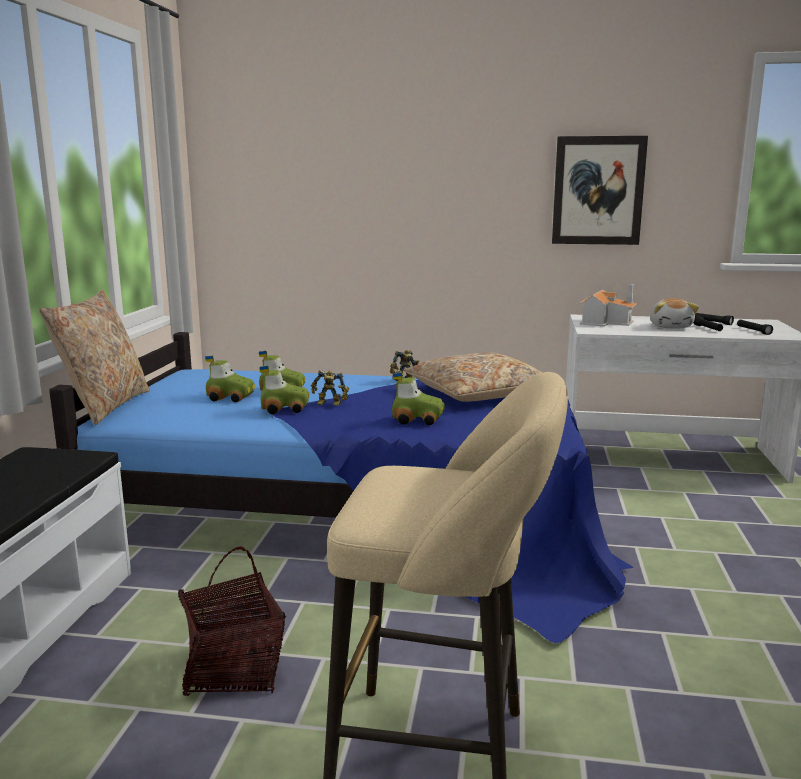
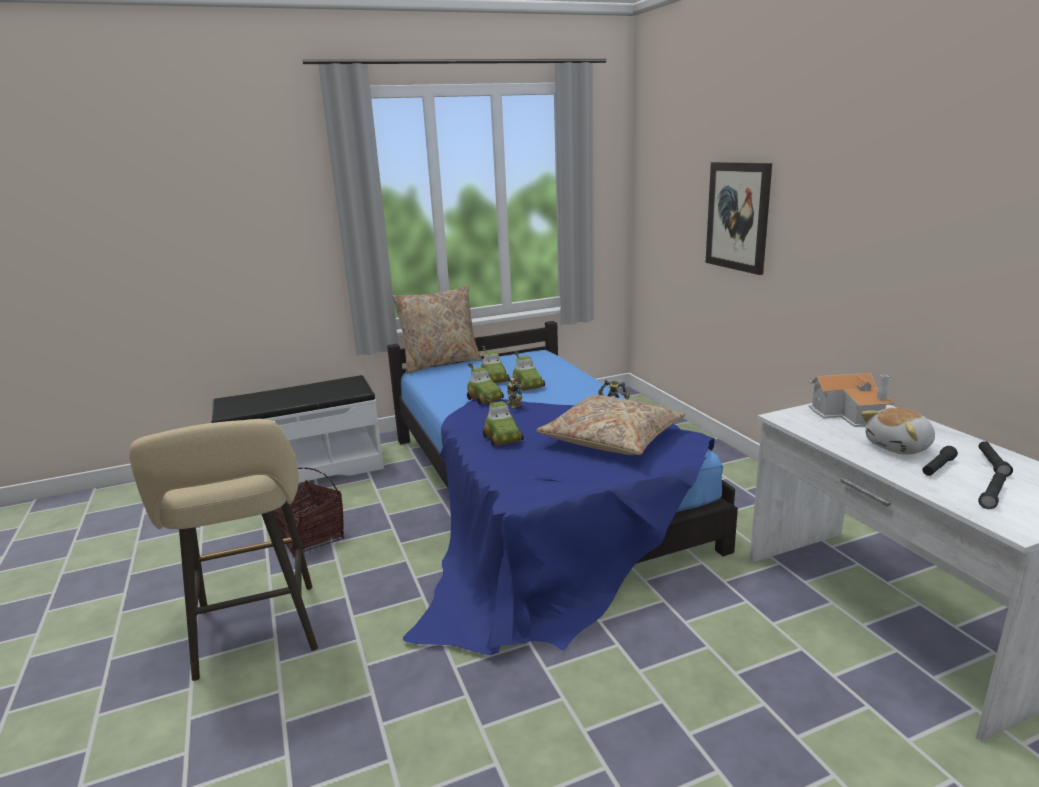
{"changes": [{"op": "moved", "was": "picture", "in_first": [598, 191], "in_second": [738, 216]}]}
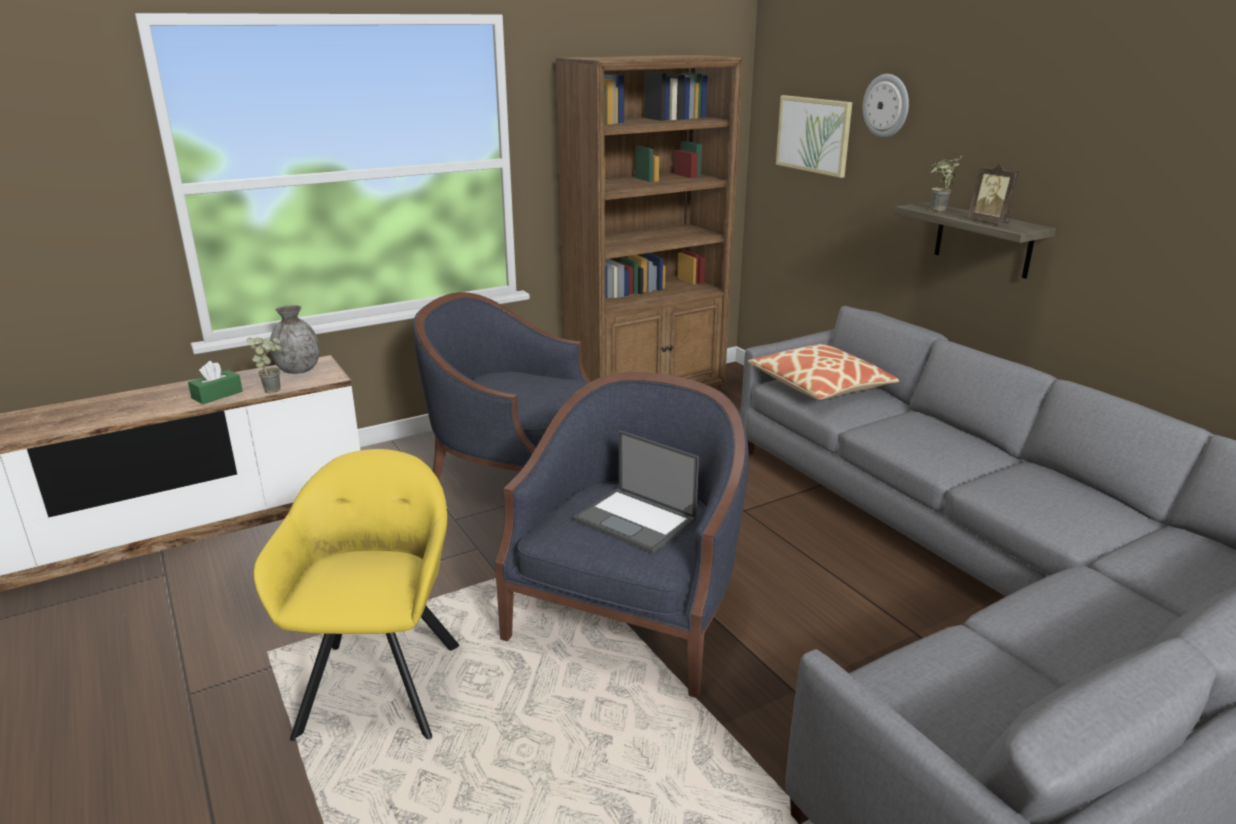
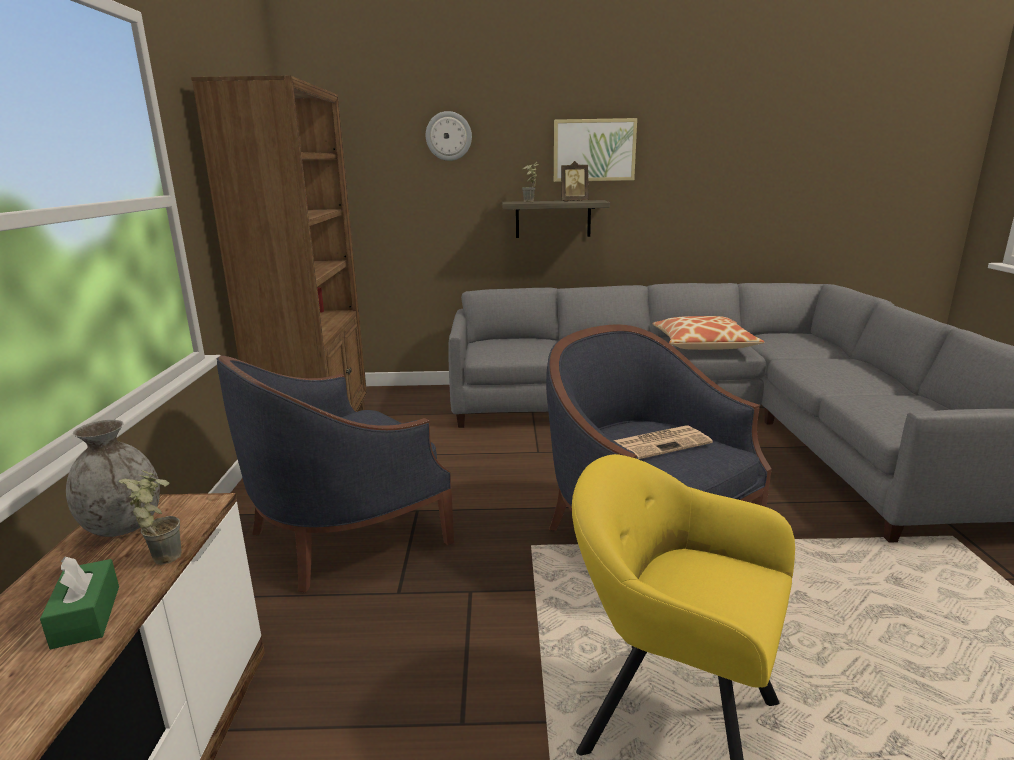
{"changes": [{"op": "moved", "was": "picture", "in_first": [813, 135], "in_second": [594, 150]}, {"op": "replaced", "was": "laptop", "now": "newspaper", "in_first": [637, 520], "in_second": [661, 443]}, {"op": "moved", "was": "pillow", "in_first": [820, 385], "in_second": [703, 345]}]}
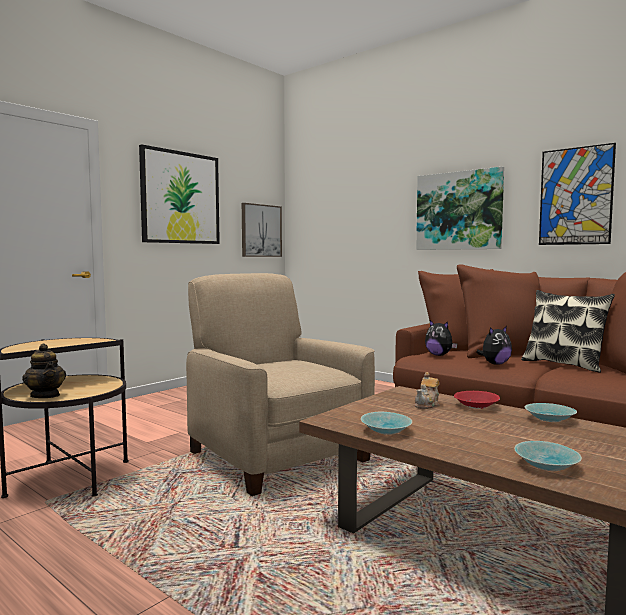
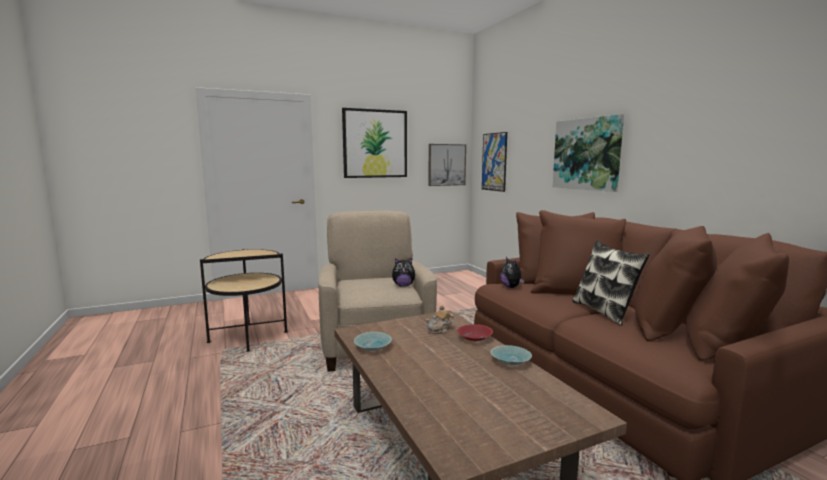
{"changes": [{"op": "moved", "was": "plush toy", "in_first": [495, 364], "in_second": [403, 285]}, {"op": "moved", "was": "picture", "in_first": [575, 196], "in_second": [494, 162]}, {"op": "removed", "was": "teapot", "in_first": [46, 395]}, {"op": "removed", "was": "turquoise bowl", "in_first": [548, 466]}]}
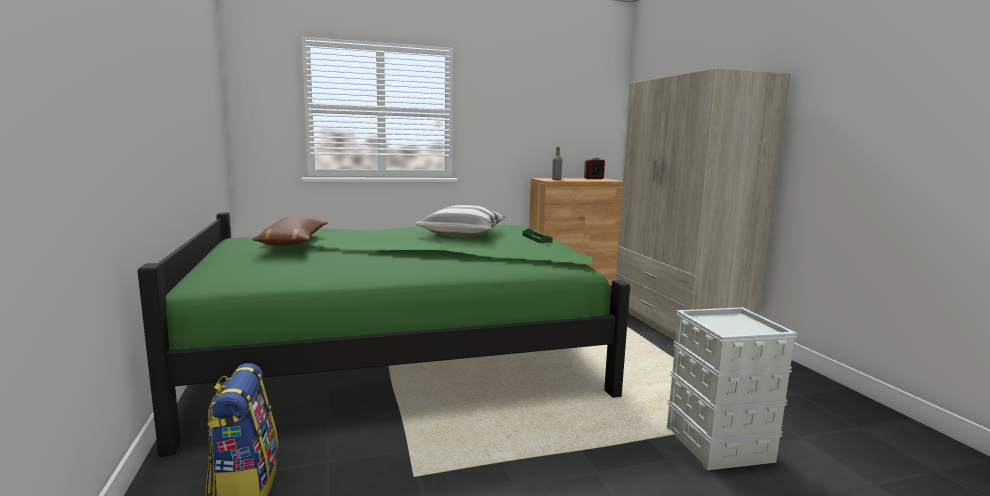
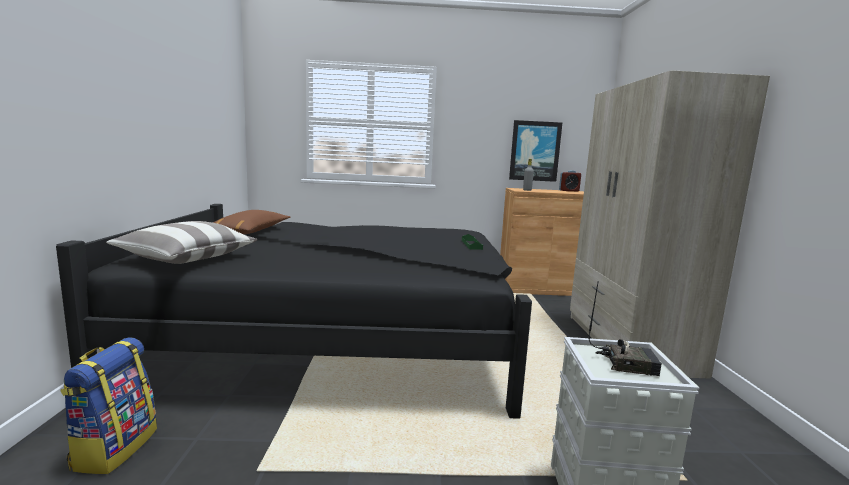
{"changes": [{"op": "recoloured", "was": "green bed", "now": "black bed", "in_first": [407, 351], "in_second": [343, 339]}, {"op": "moved", "was": "pillow", "in_first": [462, 234], "in_second": [186, 258]}, {"op": "added", "now": "picture", "in_second": [534, 151]}, {"op": "added", "now": "radio", "in_second": [627, 364]}]}
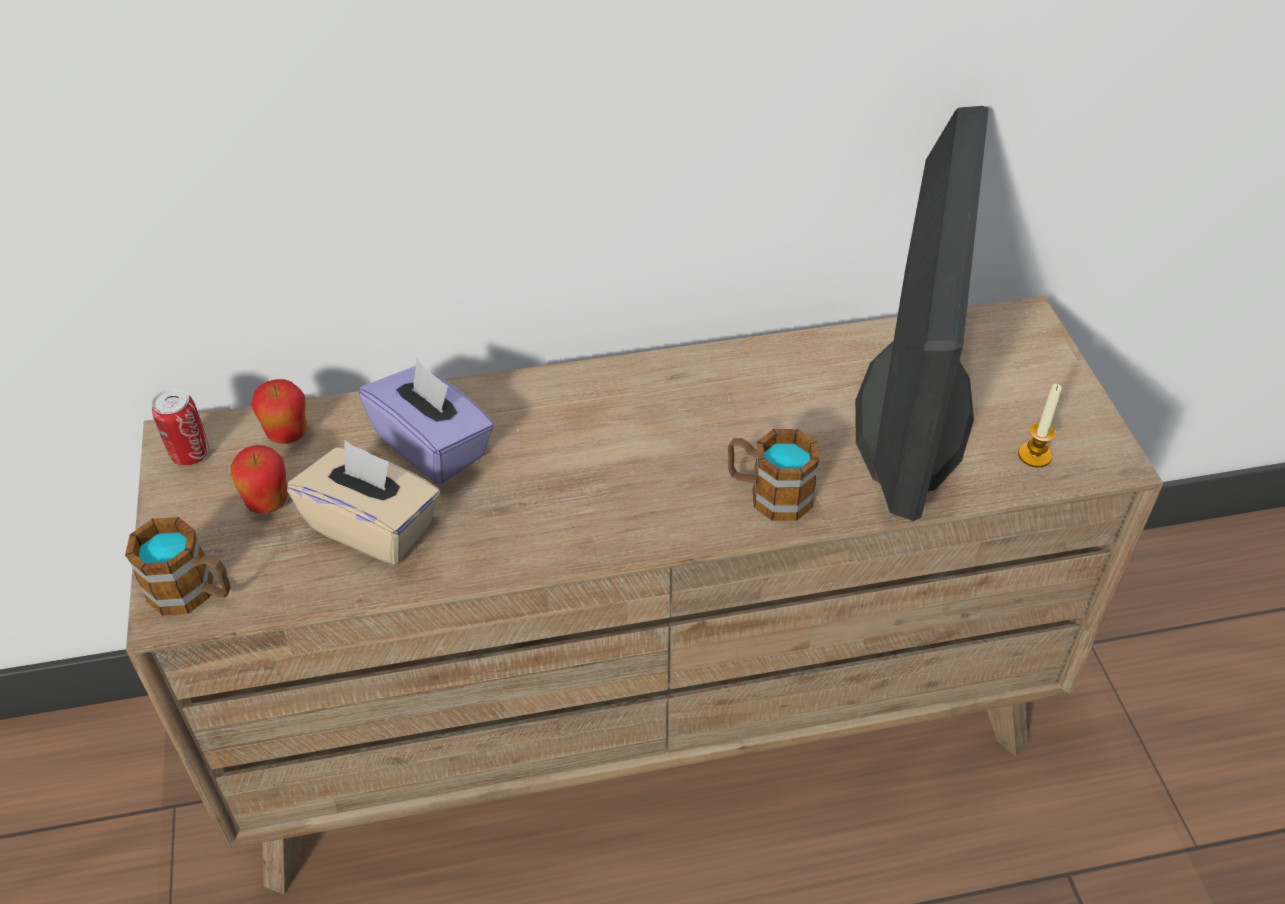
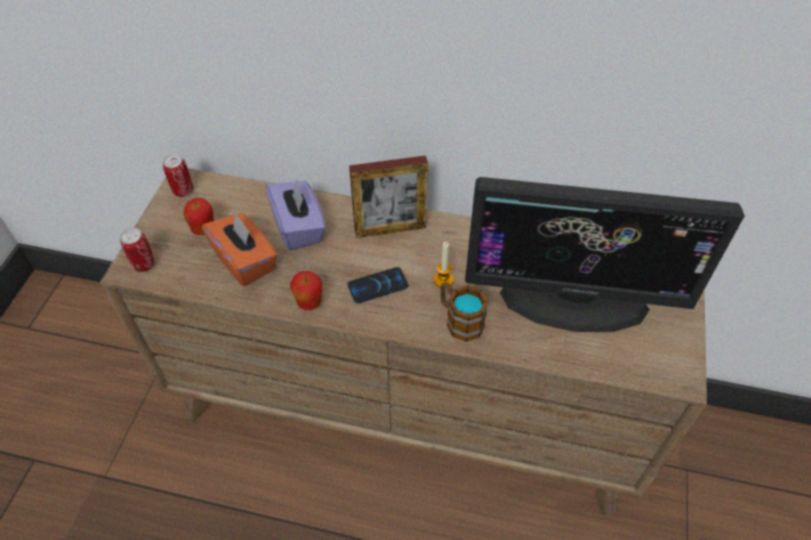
{"changes": [{"op": "replaced", "was": "mug", "now": "can", "in_first": [193, 593], "in_second": [144, 264]}, {"op": "recoloured", "was": "beige tissue box", "now": "orange tissue box", "in_first": [373, 526], "in_second": [245, 261]}, {"op": "moved", "was": "apple", "in_first": [287, 434], "in_second": [309, 302]}, {"op": "added", "now": "phone", "in_second": [378, 286]}, {"op": "added", "now": "picture frame", "in_second": [390, 229]}, {"op": "moved", "was": "candle", "in_first": [1034, 455], "in_second": [443, 280]}, {"op": "turned", "was": "monitor", "in_first": [912, 409], "in_second": [574, 300], "clockwise": 60}]}
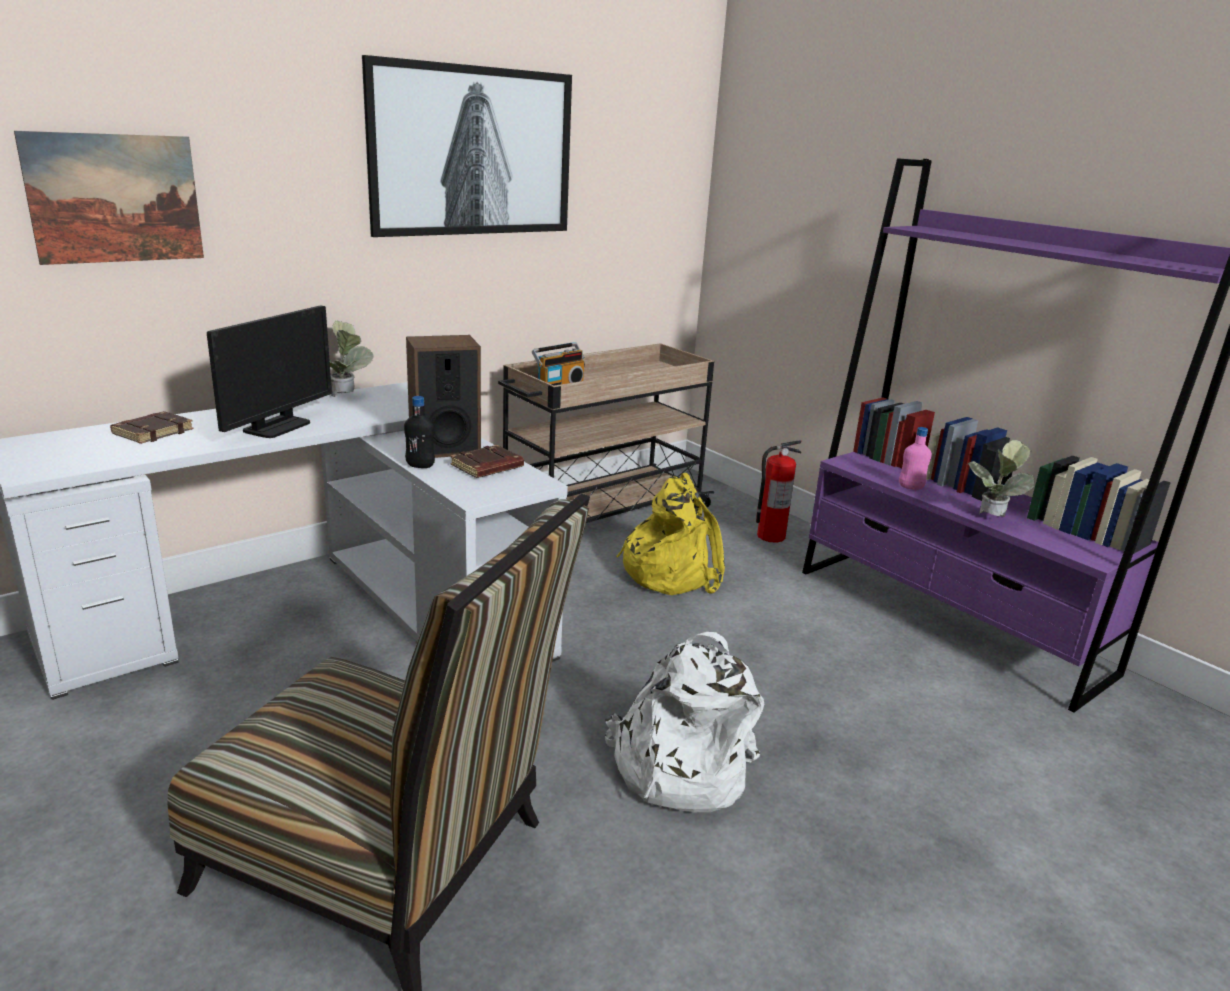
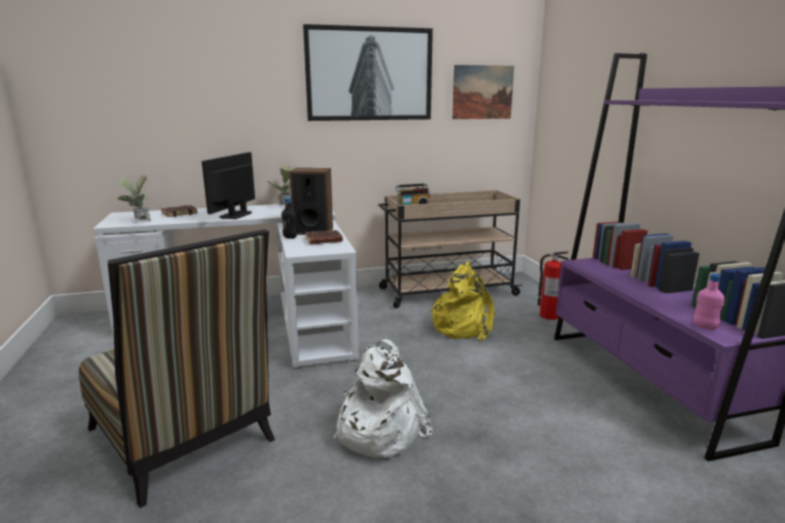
{"changes": [{"op": "moved", "was": "potted plant", "in_first": [990, 519], "in_second": [139, 221]}, {"op": "turned", "was": "monitor", "in_first": [277, 427], "in_second": [236, 215], "clockwise": 150}, {"op": "moved", "was": "picture", "in_first": [115, 198], "in_second": [482, 92]}, {"op": "moved", "was": "pink bottle", "in_first": [911, 487], "in_second": [704, 327]}]}
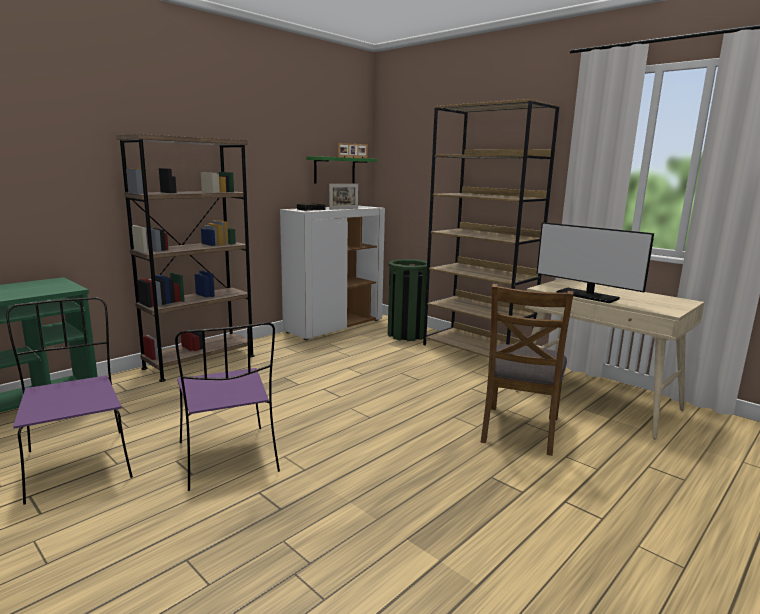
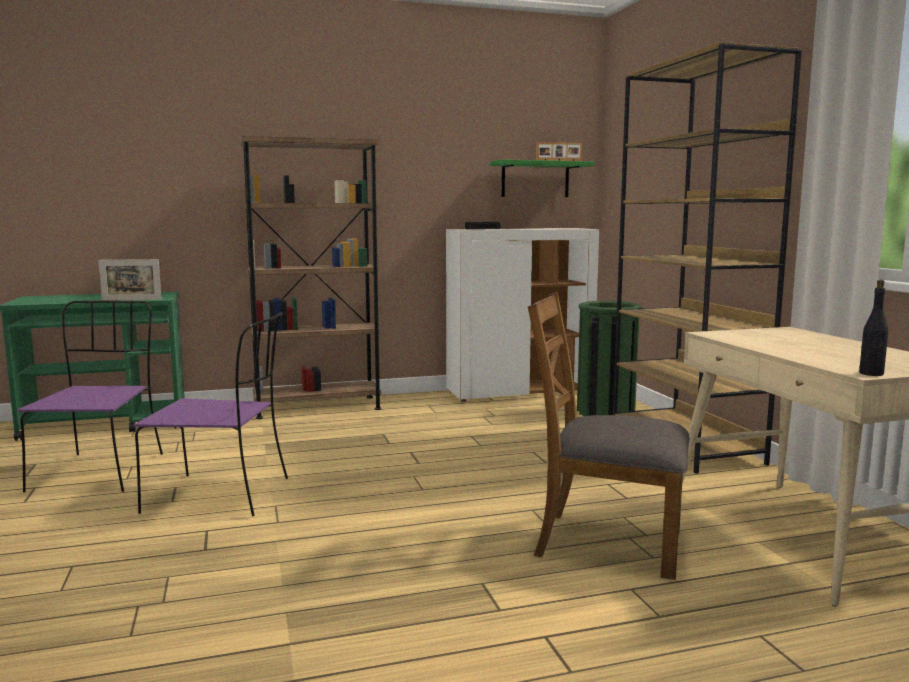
{"changes": [{"op": "moved", "was": "picture frame", "in_first": [343, 209], "in_second": [131, 300]}, {"op": "turned", "was": "purple chair", "in_first": [228, 458], "in_second": [221, 495], "clockwise": -90}, {"op": "turned", "was": "brown chair", "in_first": [519, 429], "in_second": [607, 542], "clockwise": 60}, {"op": "added", "now": "black bottle", "in_second": [871, 374]}, {"op": "removed", "was": "monitor", "in_first": [587, 296]}]}
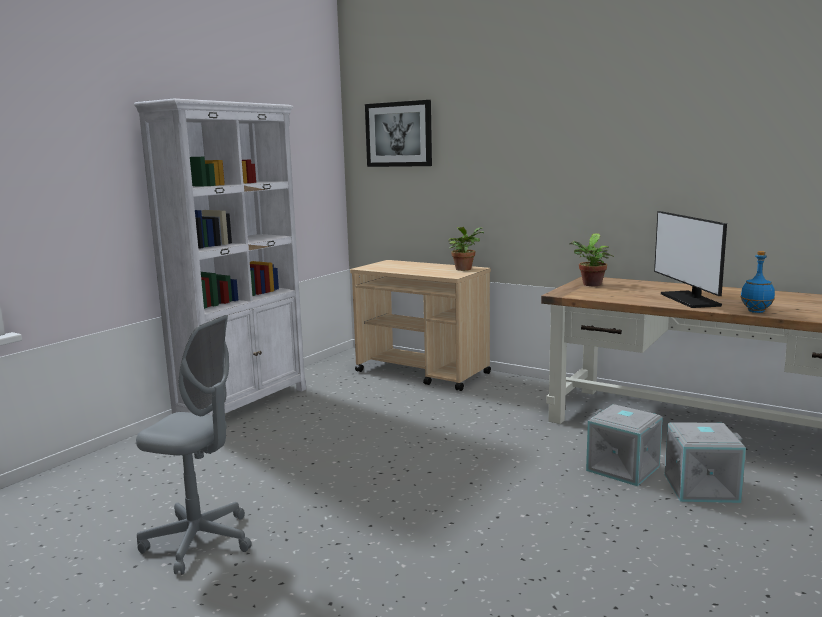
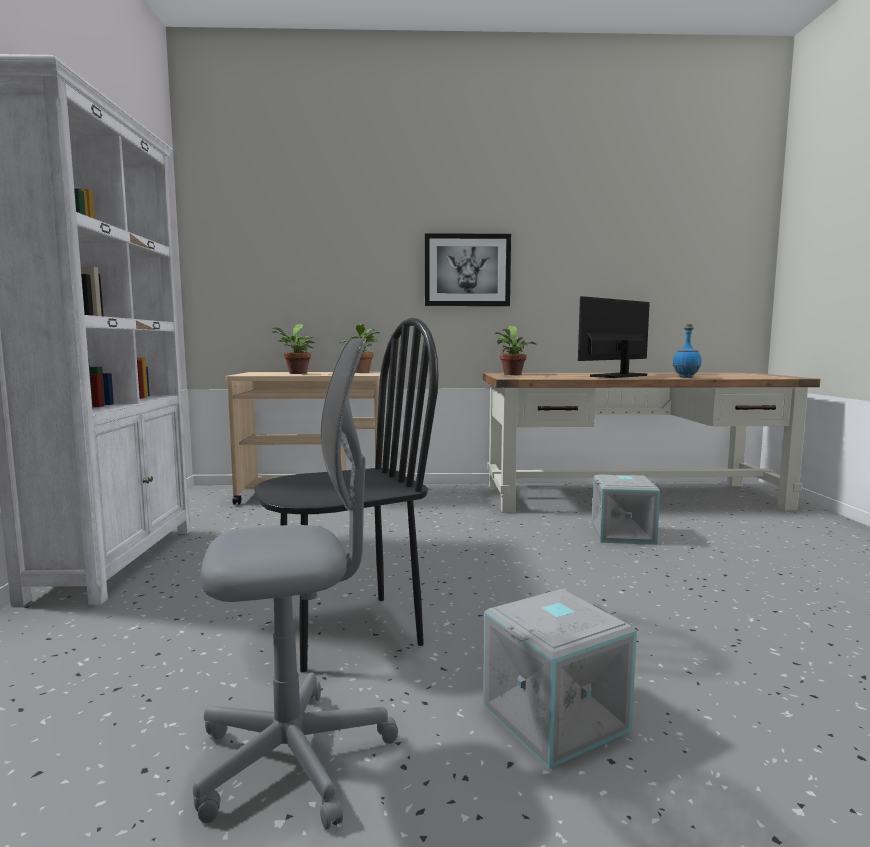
{"changes": [{"op": "added", "now": "black chair", "in_second": [348, 631]}, {"op": "added", "now": "potted plant", "in_second": [296, 373]}, {"op": "moved", "was": "picture", "in_first": [399, 134], "in_second": [467, 270]}, {"op": "moved", "was": "grey storage box", "in_first": [701, 487], "in_second": [554, 716]}, {"op": "turned", "was": "monitor", "in_first": [689, 300], "in_second": [618, 376], "clockwise": 90}]}
